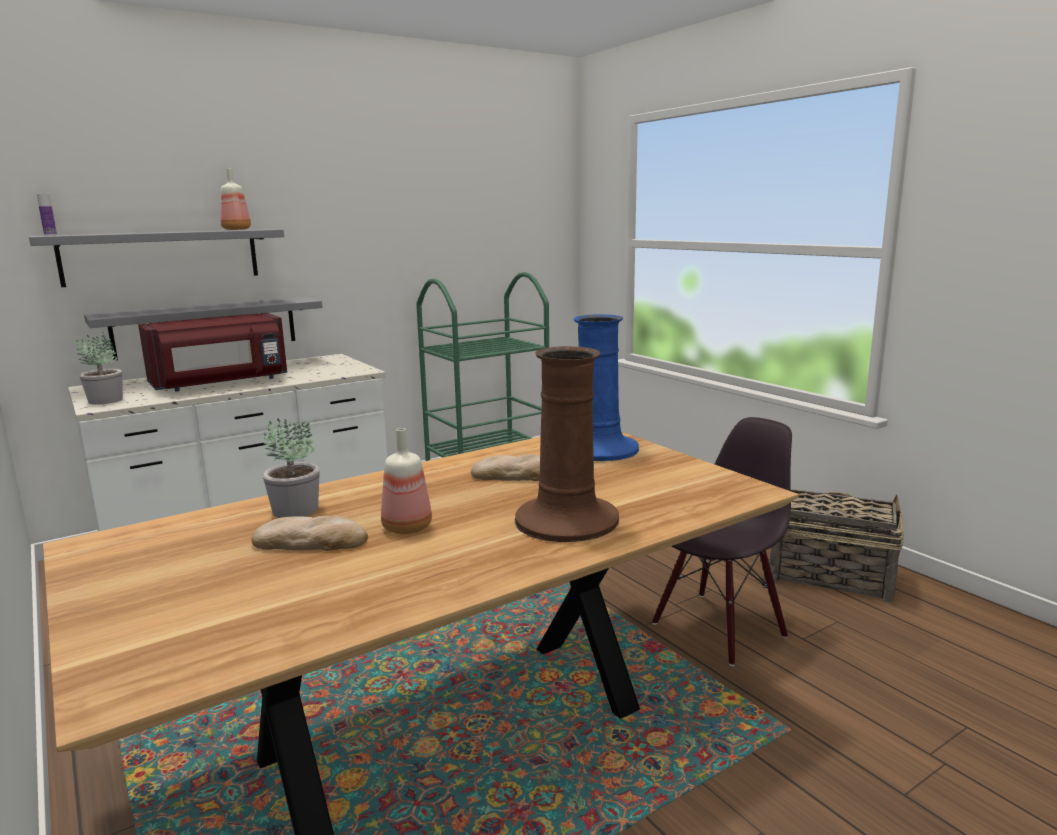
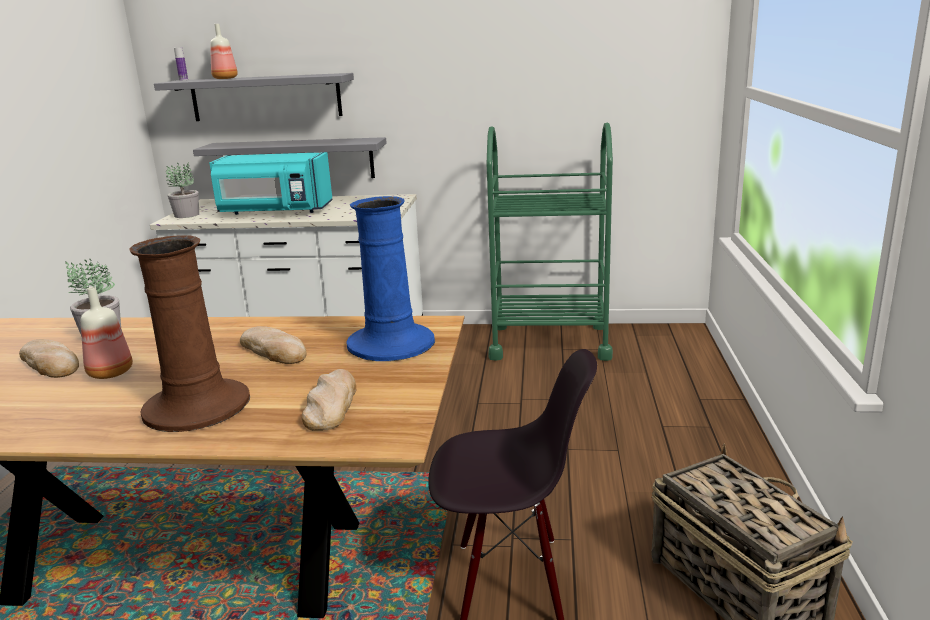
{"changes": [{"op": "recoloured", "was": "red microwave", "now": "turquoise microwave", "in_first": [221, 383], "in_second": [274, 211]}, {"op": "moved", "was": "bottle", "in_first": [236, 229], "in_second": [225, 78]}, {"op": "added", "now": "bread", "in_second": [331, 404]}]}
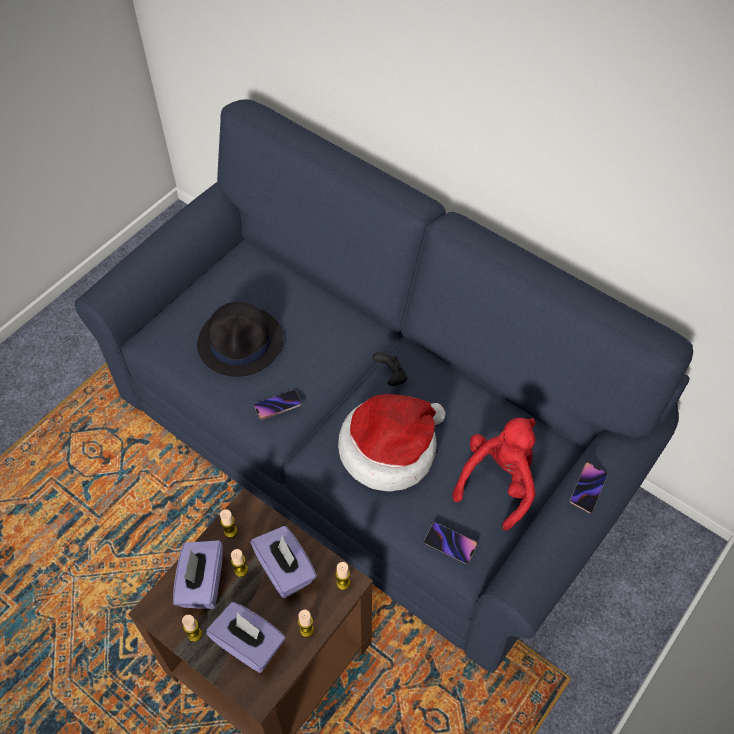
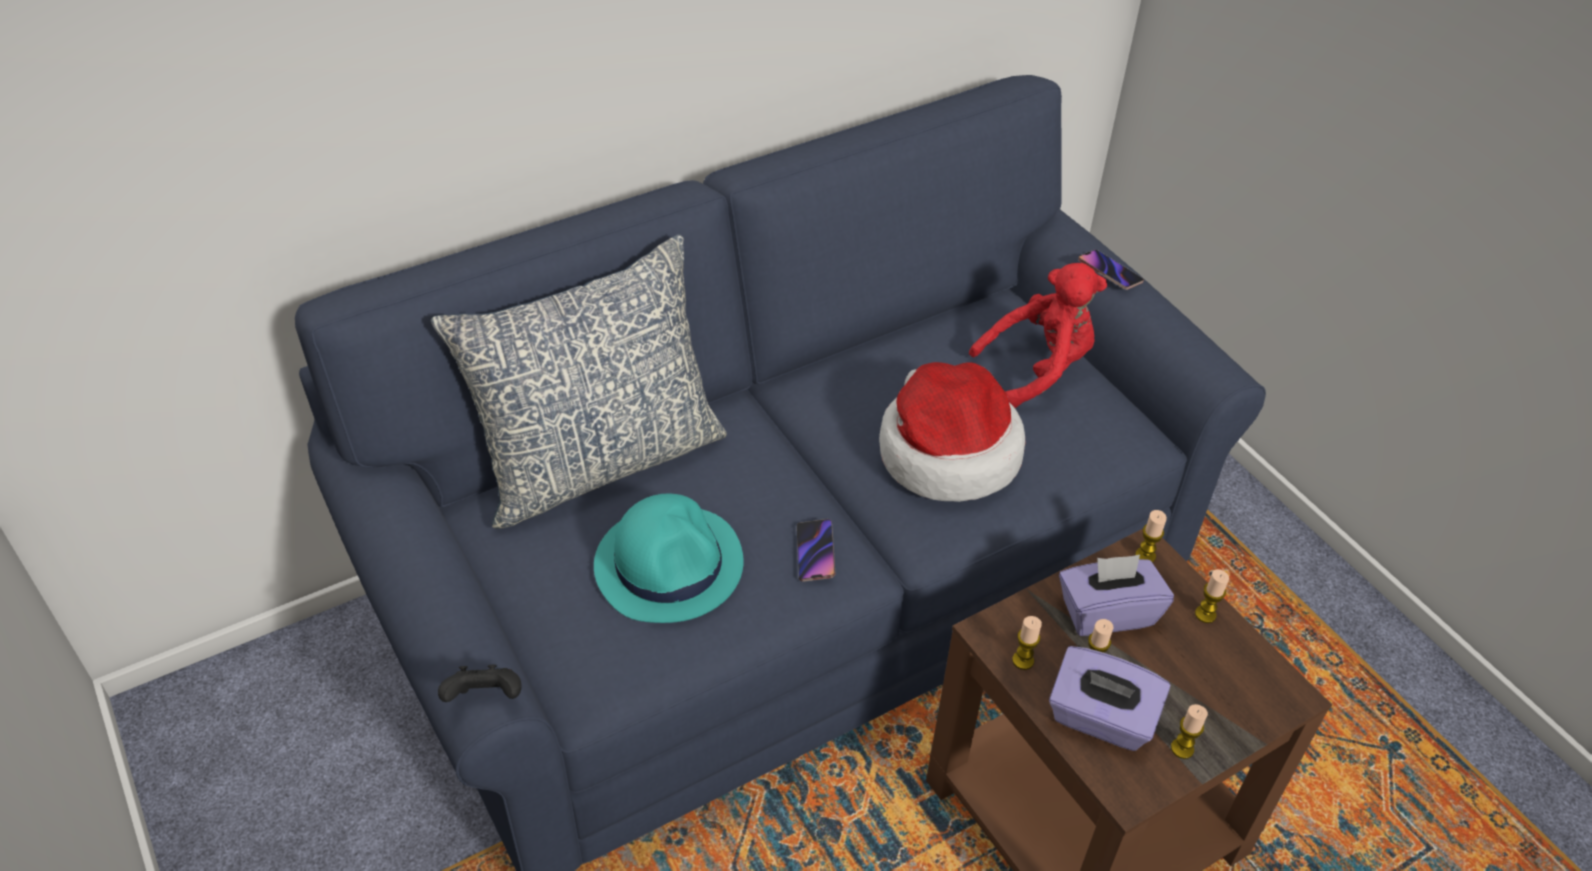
{"changes": [{"op": "added", "now": "pillow", "in_second": [599, 460]}, {"op": "moved", "was": "black game controller", "in_first": [391, 376], "in_second": [485, 698]}, {"op": "recoloured", "was": "black hat", "now": "turquoise hat", "in_first": [241, 342], "in_second": [669, 564]}, {"op": "turned", "was": "red plush toy", "in_first": [498, 482], "in_second": [1038, 369], "clockwise": 105}, {"op": "removed", "was": "purple tissue box", "in_first": [249, 644]}, {"op": "removed", "was": "phone", "in_first": [450, 544]}]}
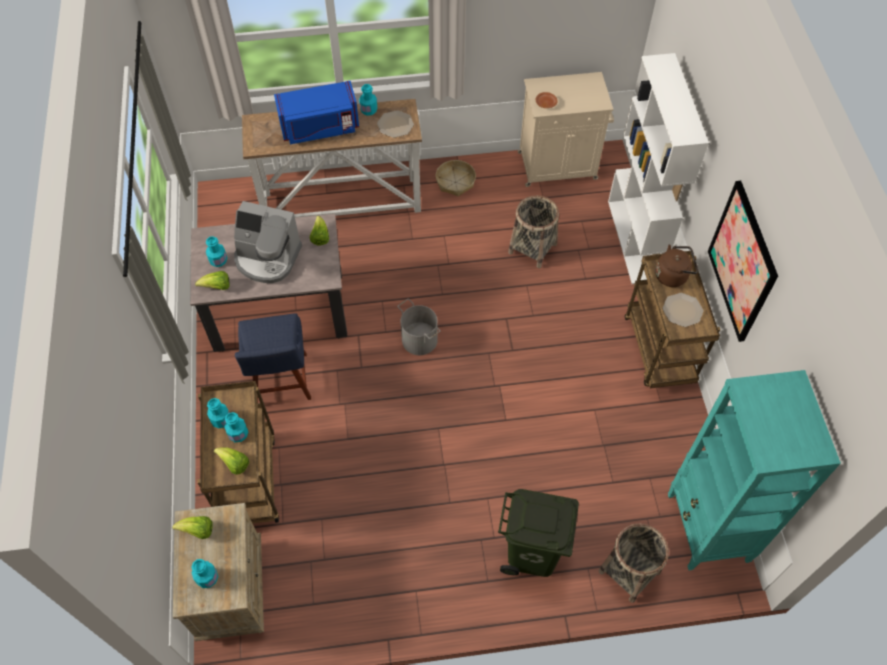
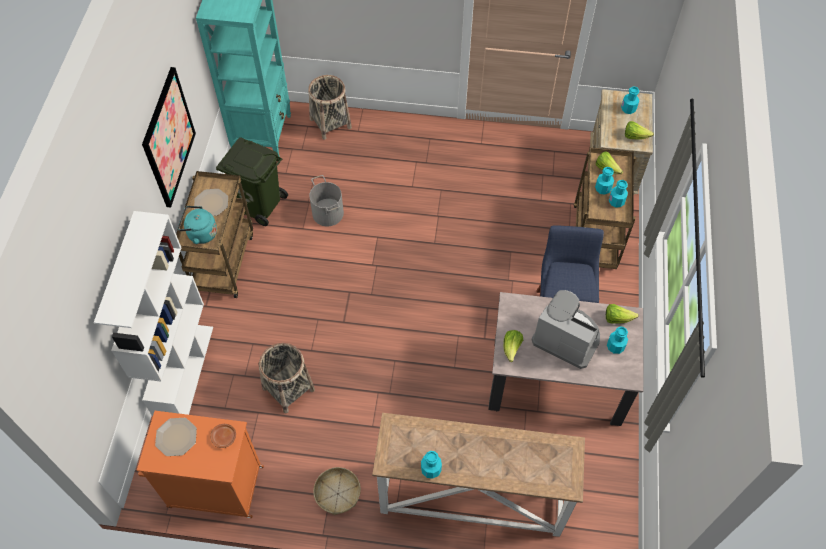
{"changes": [{"op": "recoloured", "was": "beige cabinet", "now": "orange cabinet", "in_first": [559, 165], "in_second": [213, 487]}, {"op": "moved", "was": "plate", "in_first": [395, 125], "in_second": [176, 436]}, {"op": "recoloured", "was": "brown kettle", "now": "turquoise kettle", "in_first": [673, 275], "in_second": [200, 233]}, {"op": "moved", "was": "green trash can", "in_first": [532, 554], "in_second": [260, 204]}, {"op": "moved", "was": "grey bucket", "in_first": [420, 339], "in_second": [327, 213]}, {"op": "removed", "was": "blue microwave", "in_first": [319, 128]}]}
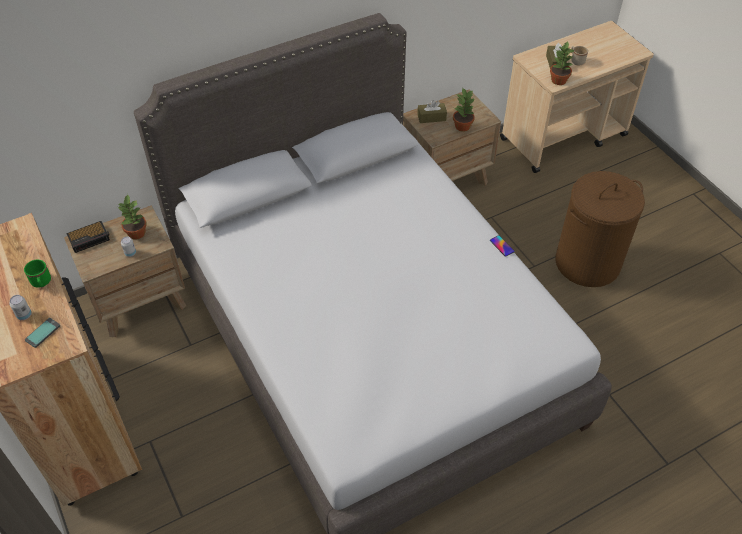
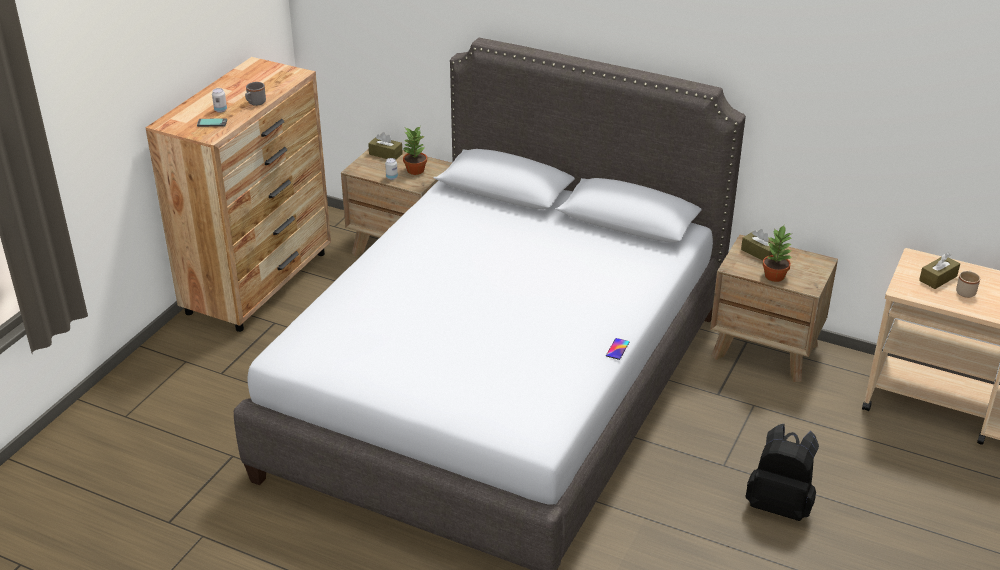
{"changes": [{"op": "recoloured", "was": "green mug", "now": "grey mug", "in_first": [41, 283], "in_second": [255, 103]}, {"op": "replaced", "was": "alarm clock", "now": "brown tissue box", "in_first": [90, 238], "in_second": [385, 154]}, {"op": "replaced", "was": "brown laundry basket", "now": "black backpack", "in_first": [587, 262], "in_second": [780, 505]}, {"op": "removed", "was": "potted plant", "in_first": [558, 80]}]}
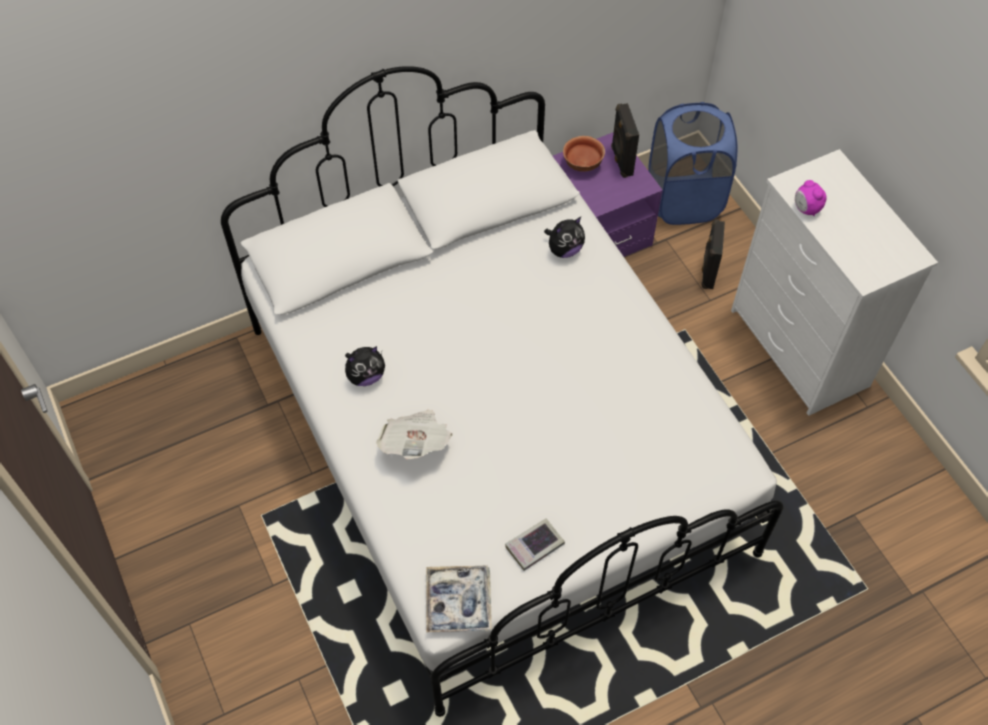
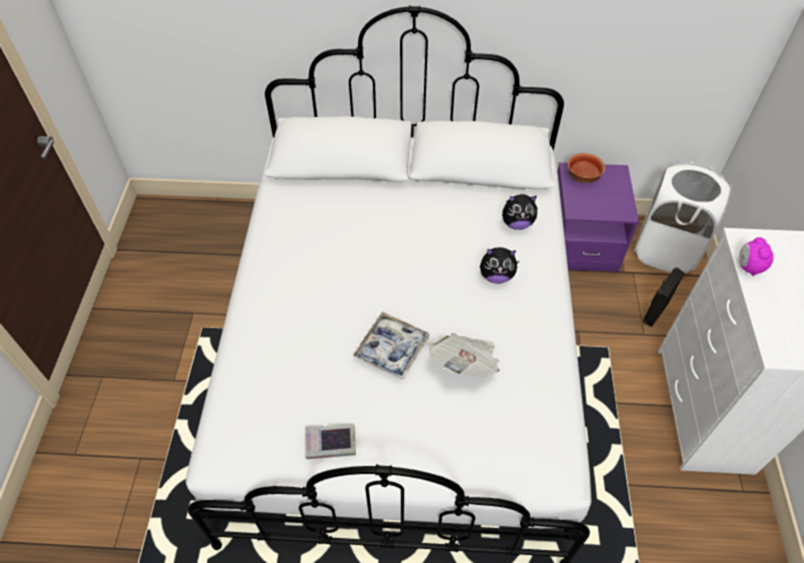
{"changes": [{"op": "moved", "was": "tray", "in_first": [458, 602], "in_second": [392, 349]}, {"op": "moved", "was": "newspaper", "in_first": [416, 443], "in_second": [466, 364]}, {"op": "moved", "was": "plush toy", "in_first": [366, 376], "in_second": [496, 276]}, {"op": "recoloured", "was": "blue laundry basket", "now": "white laundry basket", "in_first": [683, 200], "in_second": [665, 250]}, {"op": "removed", "was": "black speaker", "in_first": [621, 161]}]}
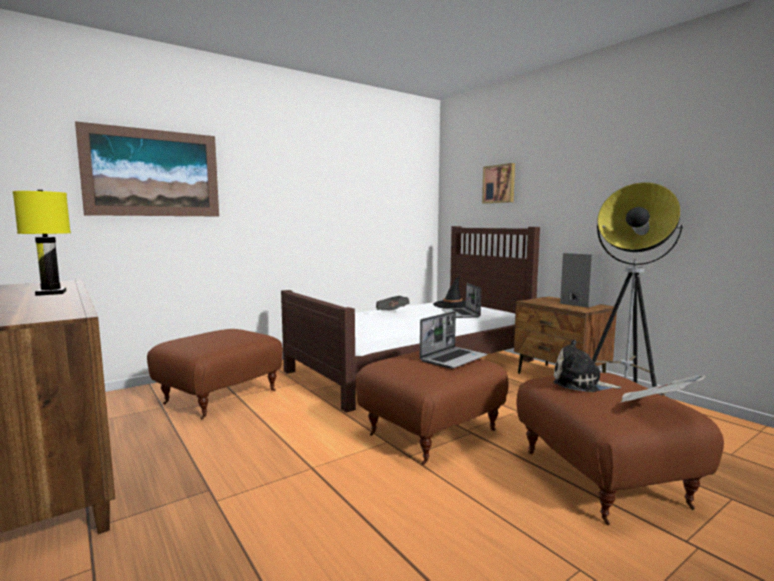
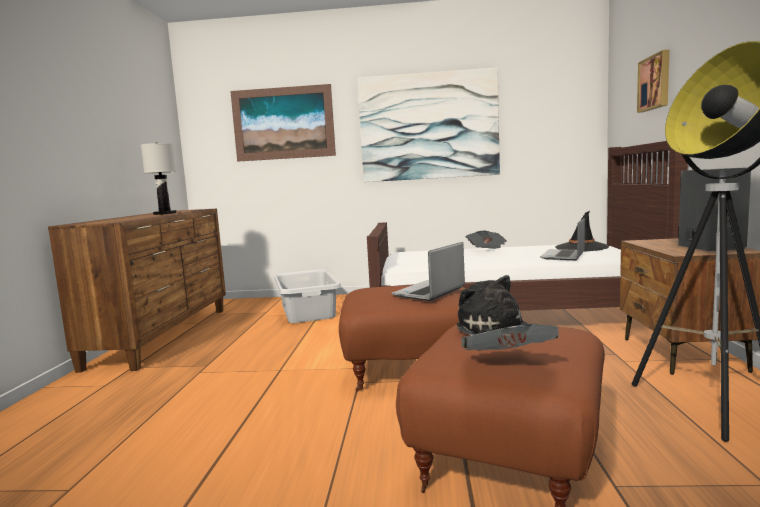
{"changes": [{"op": "recoloured", "was": "yellow table lamp", "now": "white table lamp", "in_first": [51, 293], "in_second": [165, 213]}, {"op": "replaced", "was": "brown ottoman", "now": "grey laundry basket", "in_first": [220, 396], "in_second": [308, 312]}, {"op": "added", "now": "picture", "in_second": [428, 126]}, {"op": "turned", "was": "laptop", "in_first": [453, 358], "in_second": [429, 292], "clockwise": 135}]}
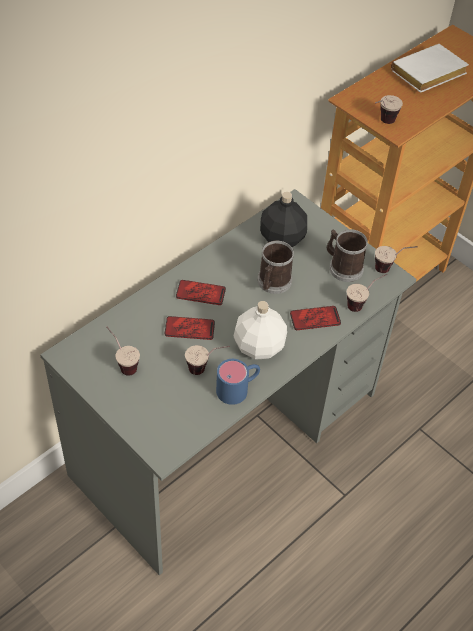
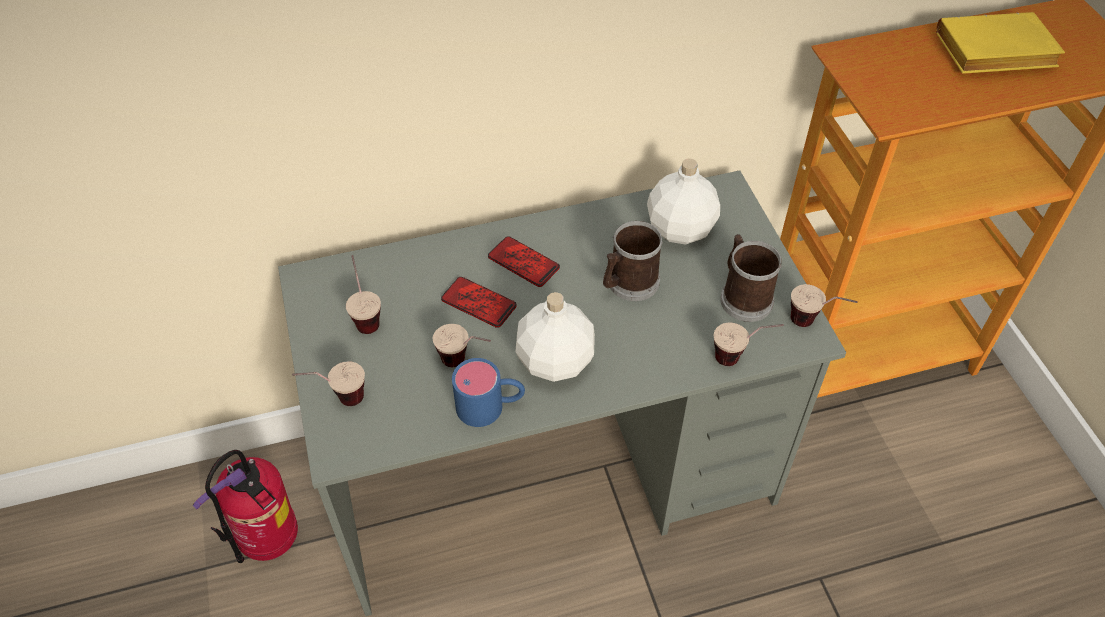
{"changes": [{"op": "added", "now": "fire extinguisher", "in_second": [270, 543]}, {"op": "moved", "was": "cup", "in_first": [382, 123], "in_second": [337, 400]}, {"op": "recoloured", "was": "black bottle", "now": "white bottle", "in_first": [282, 237], "in_second": [680, 228]}, {"op": "recoloured", "was": "white book", "now": "yellow book", "in_first": [427, 75], "in_second": [992, 54]}, {"op": "removed", "was": "phone", "in_first": [315, 318]}]}
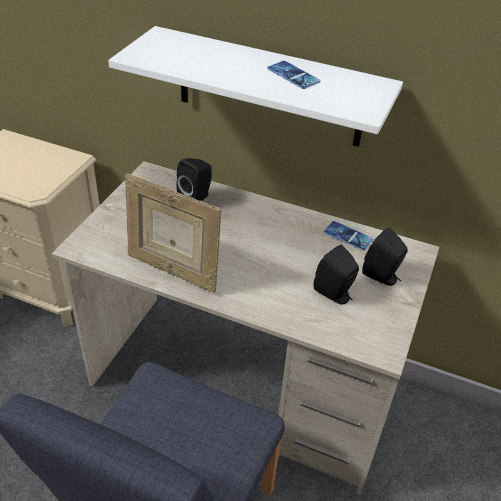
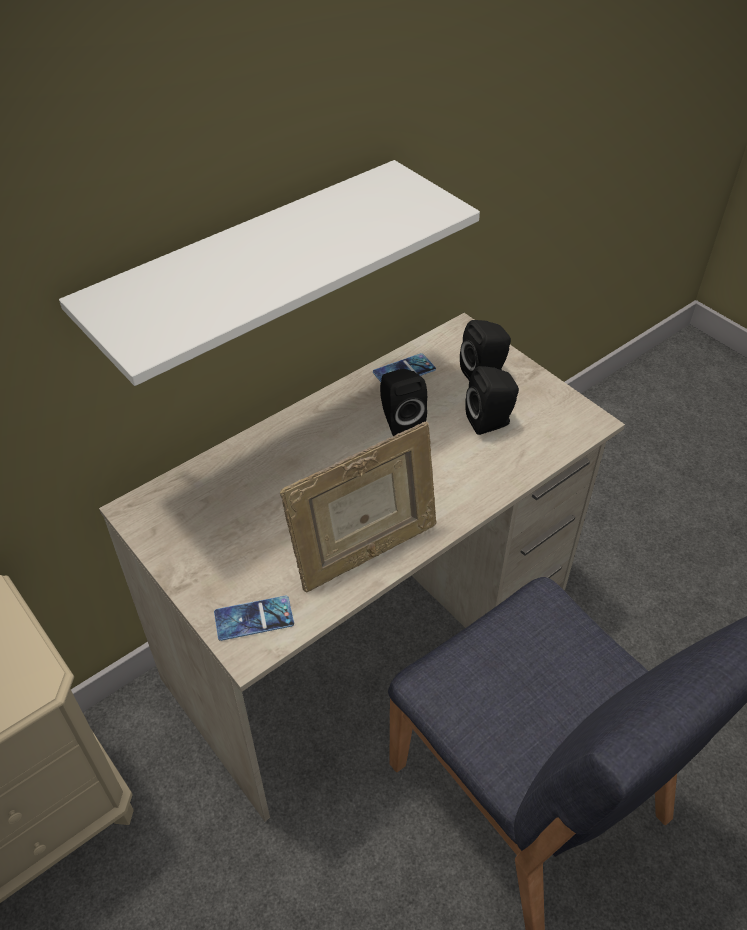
{"changes": [{"op": "moved", "was": "phone", "in_first": [293, 75], "in_second": [254, 618]}, {"op": "moved", "was": "black speaker", "in_first": [196, 197], "in_second": [399, 421]}]}
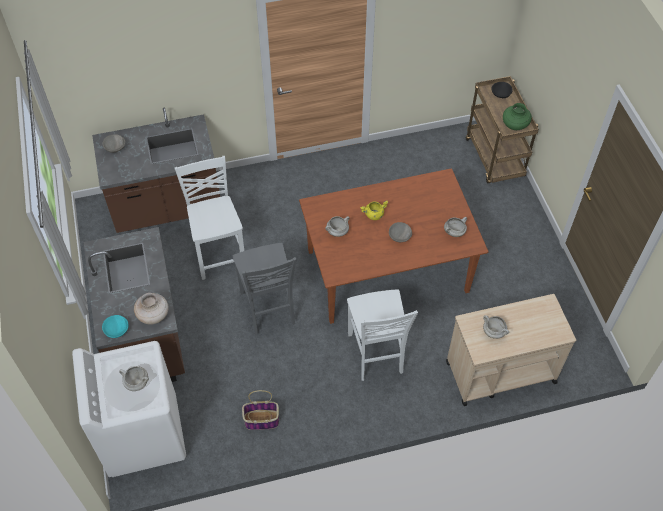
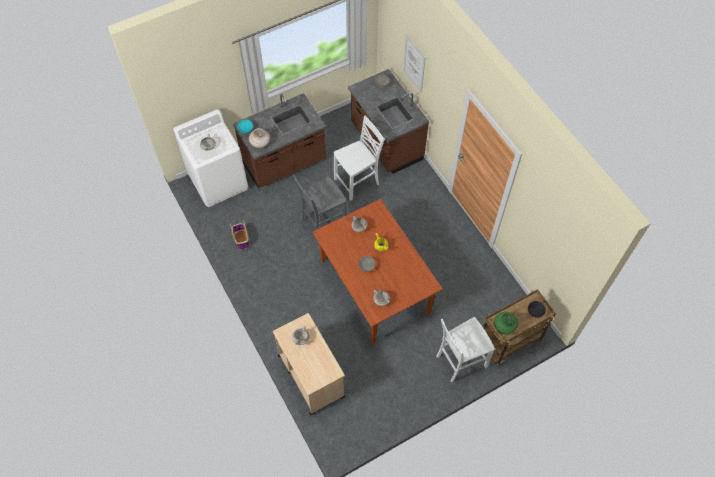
{"changes": [{"op": "added", "now": "picture", "in_second": [414, 63]}, {"op": "moved", "was": "white chair", "in_first": [376, 354], "in_second": [460, 361]}]}
